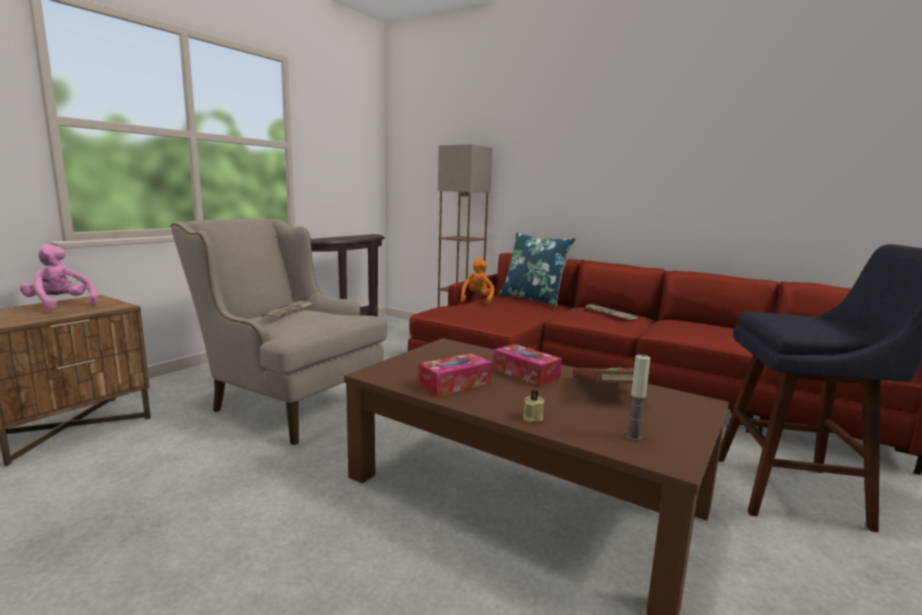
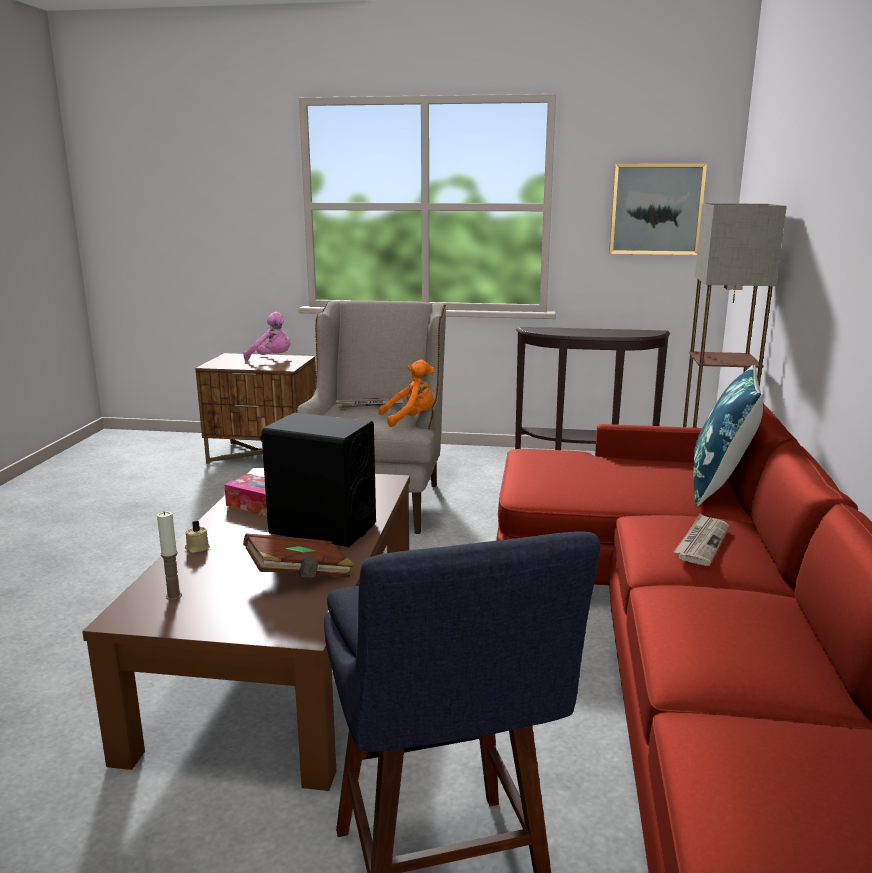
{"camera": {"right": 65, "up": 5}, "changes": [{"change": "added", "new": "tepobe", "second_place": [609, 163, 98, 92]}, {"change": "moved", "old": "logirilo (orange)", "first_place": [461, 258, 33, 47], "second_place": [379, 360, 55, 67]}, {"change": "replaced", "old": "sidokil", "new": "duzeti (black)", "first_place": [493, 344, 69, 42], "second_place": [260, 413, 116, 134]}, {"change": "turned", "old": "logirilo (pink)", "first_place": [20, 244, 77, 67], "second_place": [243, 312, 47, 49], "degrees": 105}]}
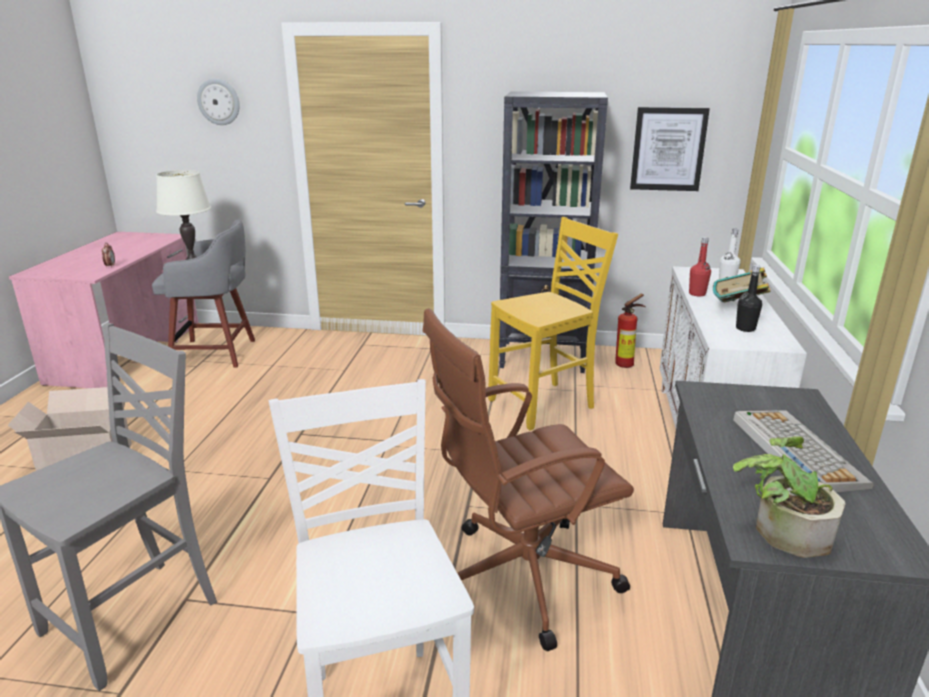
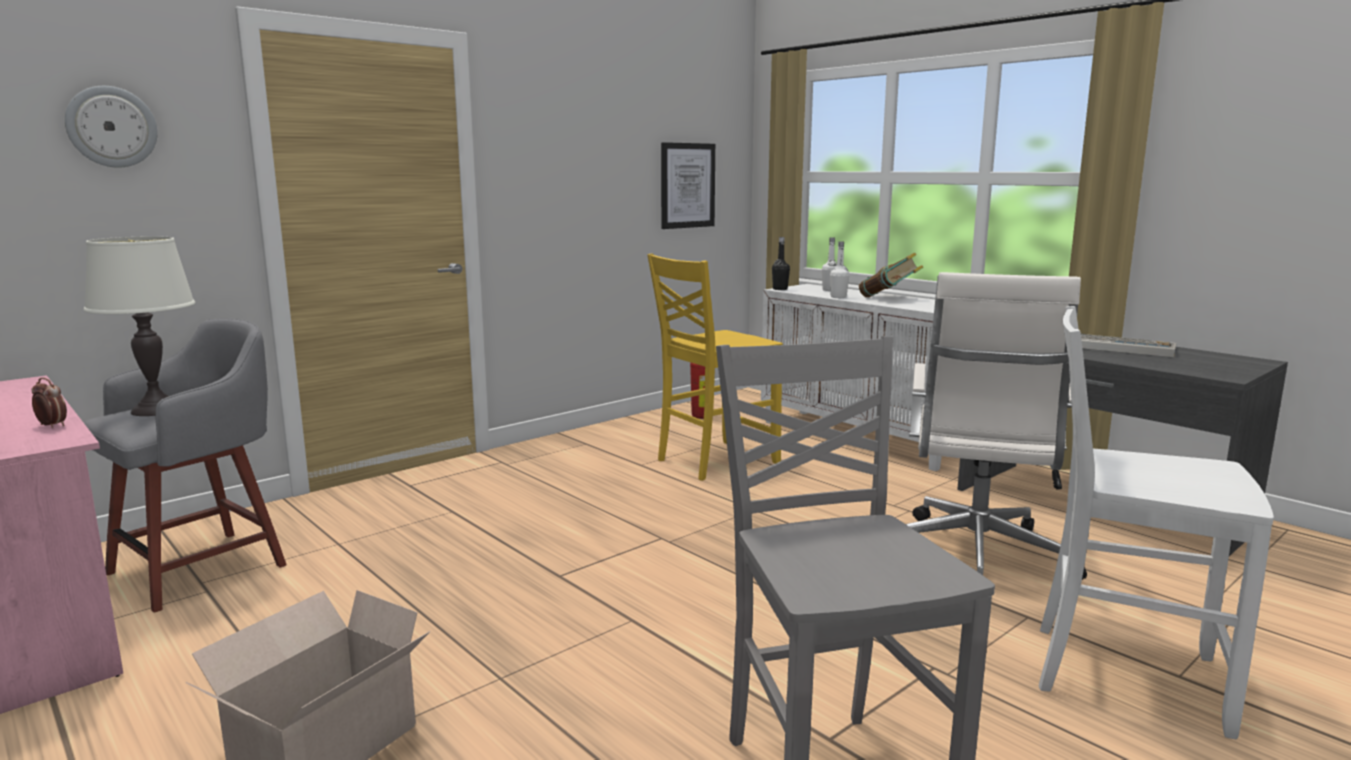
{"camera": {"right": -50, "up": -10}, "changes": [{"change": "removed", "old": "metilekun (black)", "first_place": [499, 91, 109, 282]}, {"change": "removed", "old": "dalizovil", "first_place": [733, 436, 113, 122]}, {"change": "moved", "old": "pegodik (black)", "first_place": [736, 265, 26, 67], "second_place": [772, 237, 18, 53]}, {"change": "recoloured", "old": "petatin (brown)", "new": "petatin (white)", "first_place": [423, 308, 211, 343], "second_place": [906, 272, 181, 308]}, {"change": "recoloured", "old": "pegodik (red)", "new": "pegodik (white)", "first_place": [689, 237, 22, 59], "second_place": [830, 242, 19, 56]}, {"change": "turned", "old": "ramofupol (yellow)", "first_place": [488, 217, 130, 213], "second_place": [647, 253, 136, 228], "degrees": -135}]}
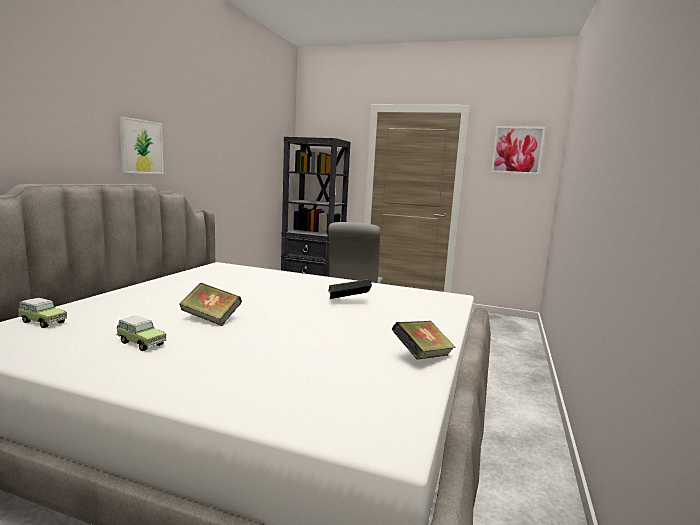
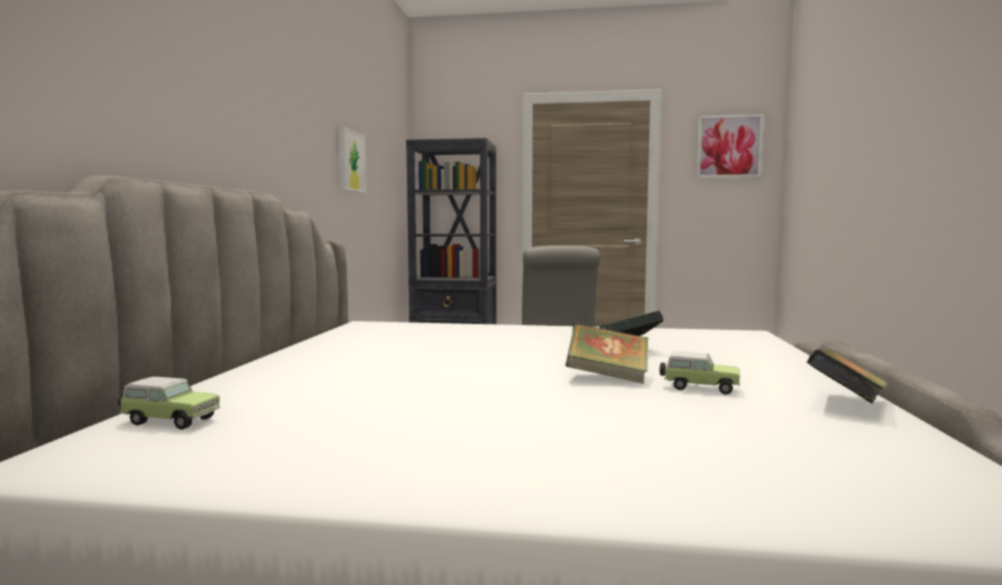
{"camera": {"right": -10, "up": -5}, "changes": [{"change": "moved", "old": "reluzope", "first_place": [116, 316, 50, 35], "second_place": [660, 351, 80, 44]}, {"change": "moved", "old": "tepobe", "first_place": [119, 116, 44, 58], "second_place": [338, 126, 28, 67]}, {"change": "moved", "old": "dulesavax", "first_place": [179, 283, 63, 43], "second_place": [565, 323, 83, 61]}]}
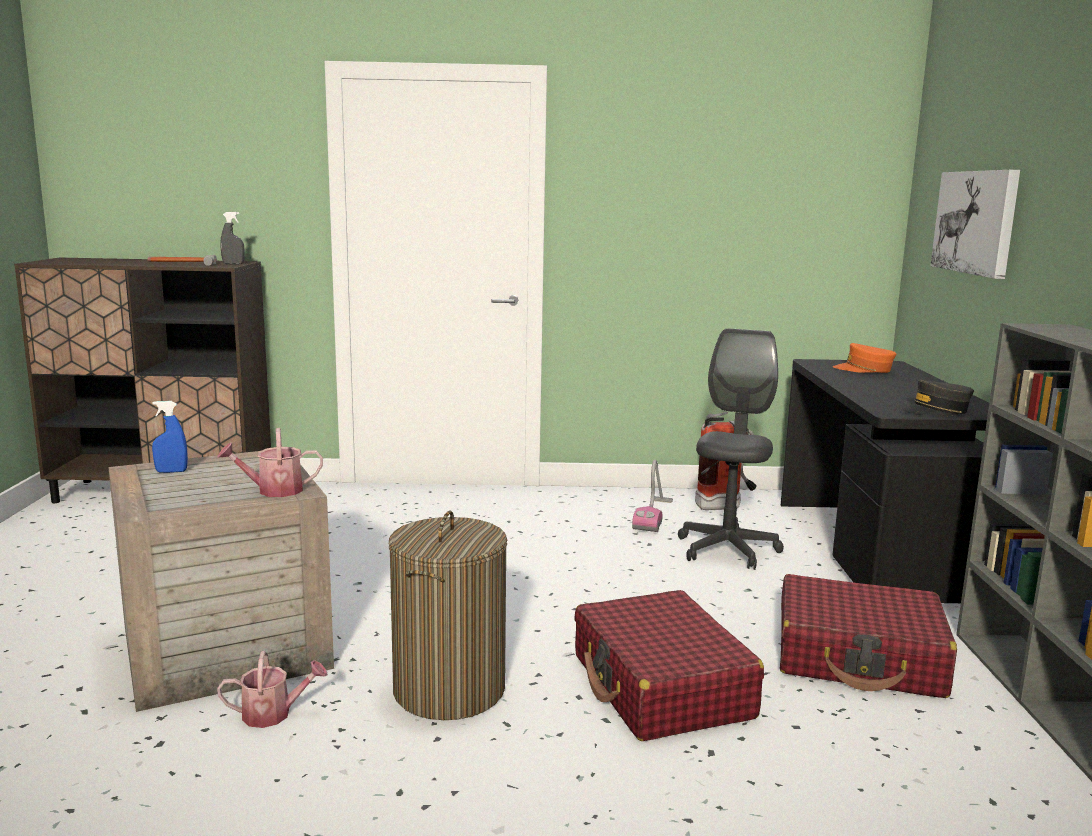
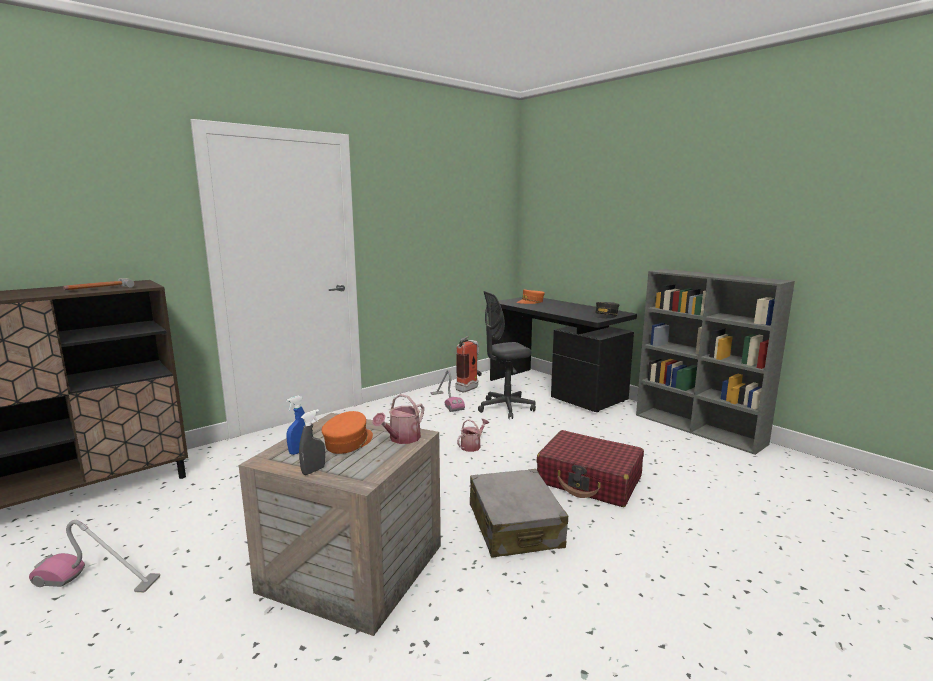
{"camera": {"right": -40, "up": 0}, "changes": [{"change": "removed", "old": "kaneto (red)", "first_place": [780, 574, 177, 124]}, {"change": "removed", "old": "tepobe", "first_place": [931, 170, 89, 109]}, {"change": "added", "new": "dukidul", "second_place": [29, 520, 131, 73]}, {"change": "added", "new": "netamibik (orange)", "second_place": [322, 411, 51, 43]}, {"change": "moved", "old": "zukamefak", "first_place": [217, 651, 111, 77], "second_place": [457, 419, 32, 33]}, {"change": "moved", "old": "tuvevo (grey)", "first_place": [220, 212, 25, 52], "second_place": [299, 409, 26, 66]}, {"change": "replaced", "old": "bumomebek", "new": "kaneto (grey)", "first_place": [389, 511, 118, 209], "second_place": [470, 469, 98, 89]}, {"change": "turned", "old": "petatin (grey)", "first_place": [678, 328, 106, 242], "second_place": [478, 291, 58, 128], "degrees": -90}]}
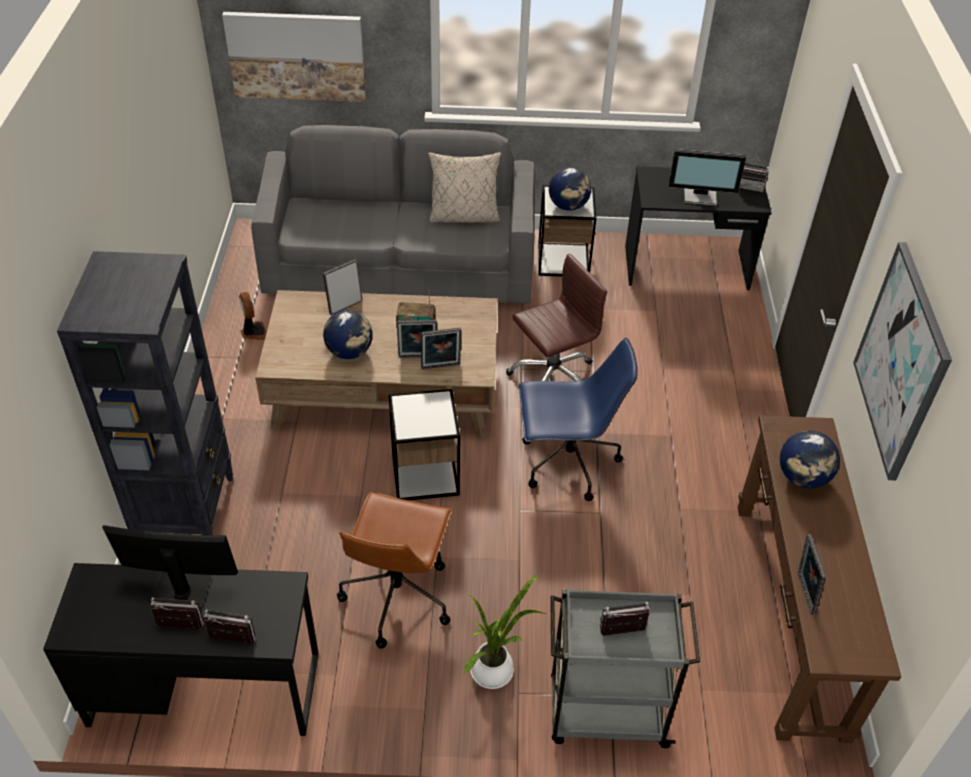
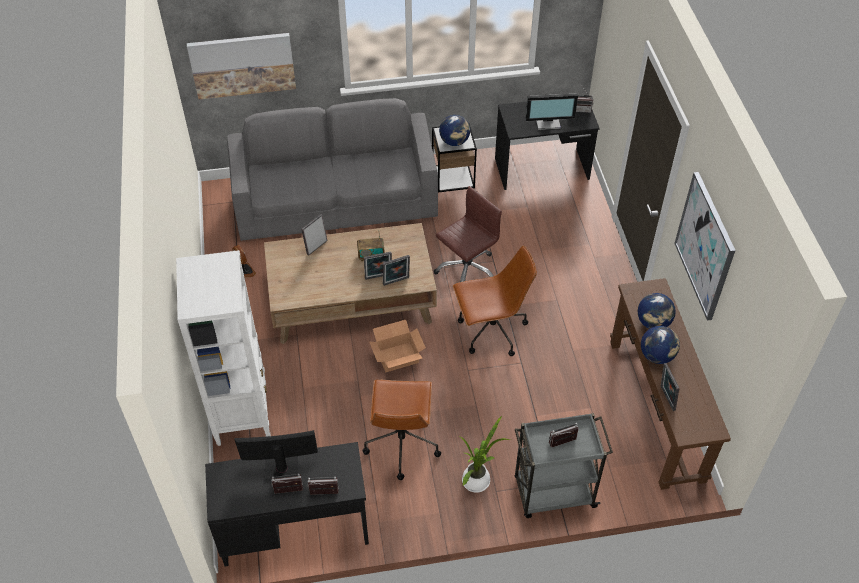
{"camera": {"right": -10, "up": 5}, "changes": [{"change": "removed", "old": "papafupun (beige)", "first_place": [428, 152, 73, 71]}, {"change": "moved", "old": "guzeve", "first_place": [323, 310, 50, 49], "second_place": [641, 326, 39, 38]}, {"change": "replaced", "old": "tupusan", "new": "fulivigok", "first_place": [389, 389, 71, 111], "second_place": [369, 320, 57, 52]}, {"change": "recoloured", "old": "metilekun (black)", "new": "metilekun (white)", "first_place": [57, 251, 176, 284], "second_place": [176, 250, 94, 196]}, {"change": "recoloured", "old": "petatin (blue)", "new": "petatin (brown)", "first_place": [519, 338, 119, 163], "second_place": [453, 246, 84, 110]}]}
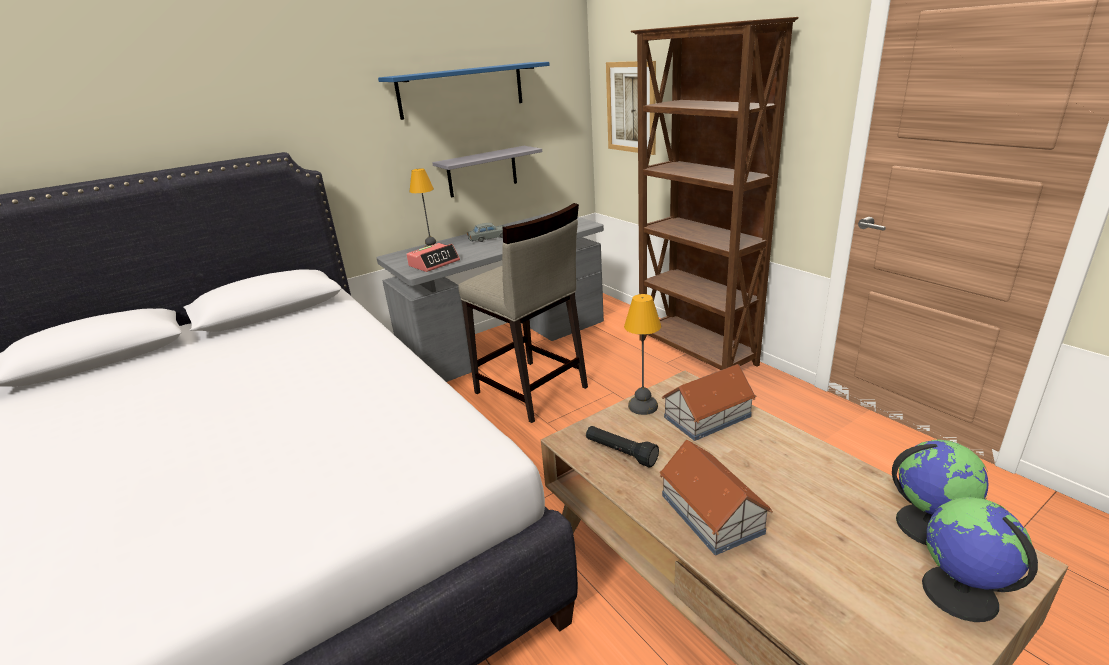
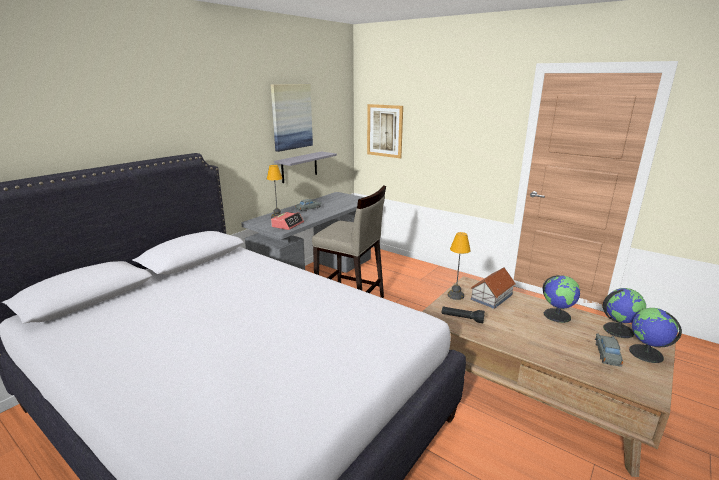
{"camera": {"right": -20, "up": -5}, "changes": [{"change": "removed", "old": "metilekun (brown)", "first_place": [631, 17, 168, 353]}, {"change": "removed", "old": "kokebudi", "first_place": [659, 440, 114, 115]}, {"change": "added", "new": "guzeve", "second_place": [543, 275, 37, 48]}, {"change": "added", "new": "reluzope (grey)", "second_place": [595, 333, 28, 33]}, {"change": "replaced", "old": "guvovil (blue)", "new": "tepobe", "first_place": [378, 62, 172, 58], "second_place": [271, 84, 42, 68]}]}
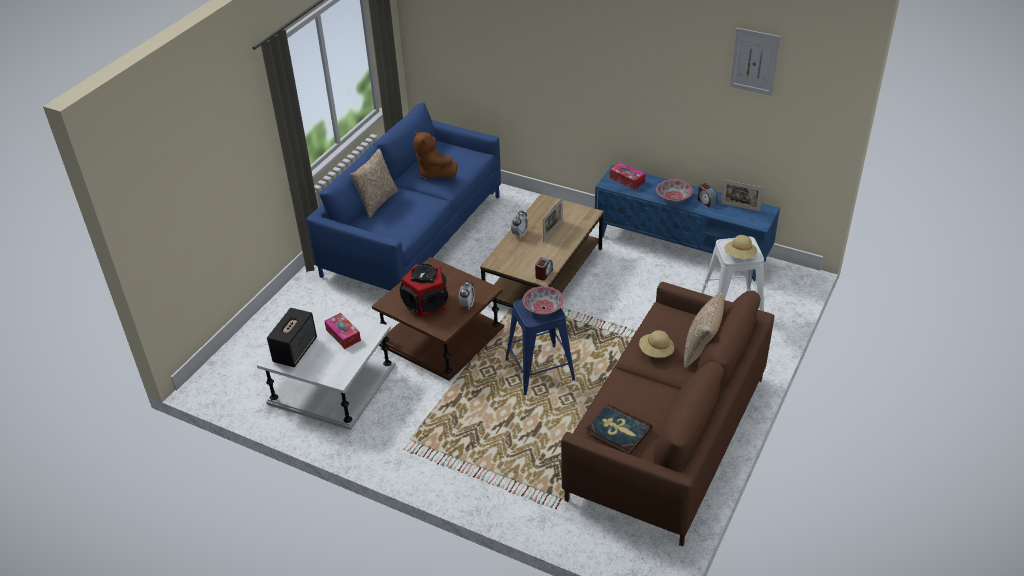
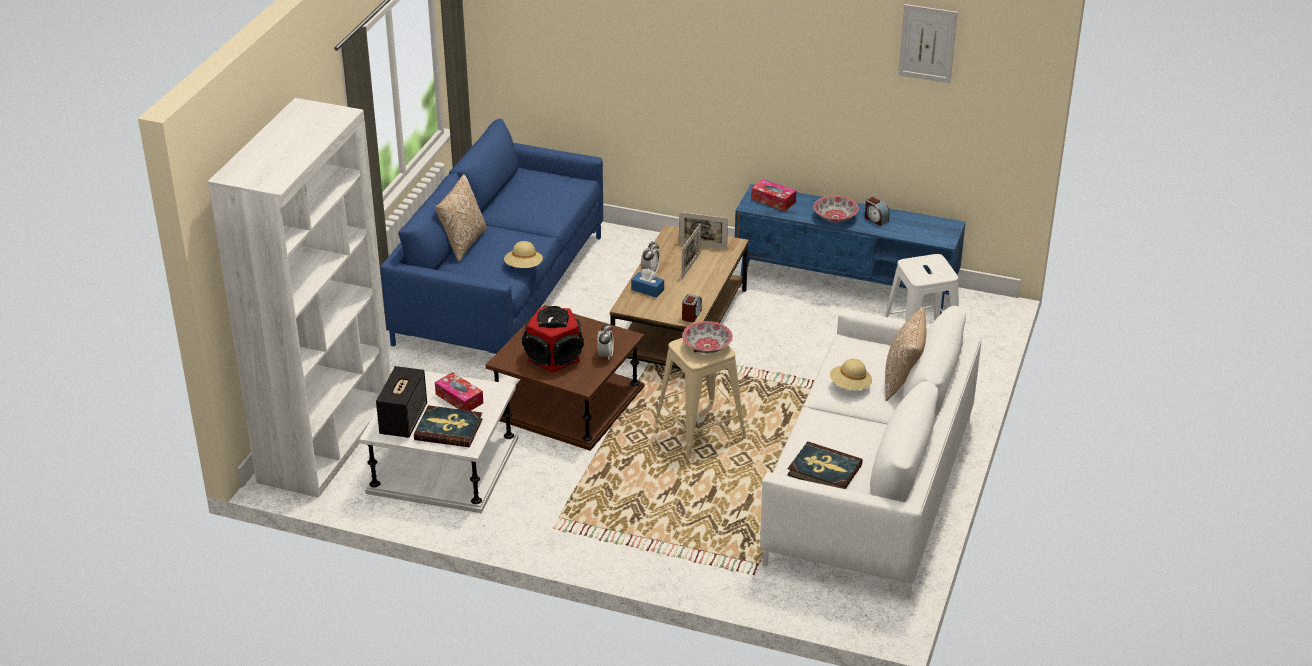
{"camera": {"right": -10, "up": -5}, "changes": [{"change": "removed", "old": "logirilo (brown)", "first_place": [413, 130, 45, 50]}, {"change": "added", "new": "metilekun (white)", "second_place": [208, 98, 183, 400]}, {"change": "added", "new": "dulesavax", "second_place": [414, 405, 69, 42]}, {"change": "added", "new": "sidokil (blue)", "second_place": [631, 268, 33, 30]}, {"change": "moved", "old": "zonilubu", "first_place": [721, 180, 43, 32], "second_place": [679, 212, 49, 37]}, {"change": "moved", "old": "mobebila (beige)", "first_place": [724, 235, 33, 24], "second_place": [504, 241, 39, 27]}, {"change": "recoloured", "old": "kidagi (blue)", "new": "kidagi (beige)", "first_place": [506, 299, 69, 96], "second_place": [655, 338, 91, 121]}, {"change": "recoloured", "old": "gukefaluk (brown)", "new": "gukefaluk (white)", "first_place": [561, 282, 213, 265], "second_place": [760, 306, 222, 294]}]}
